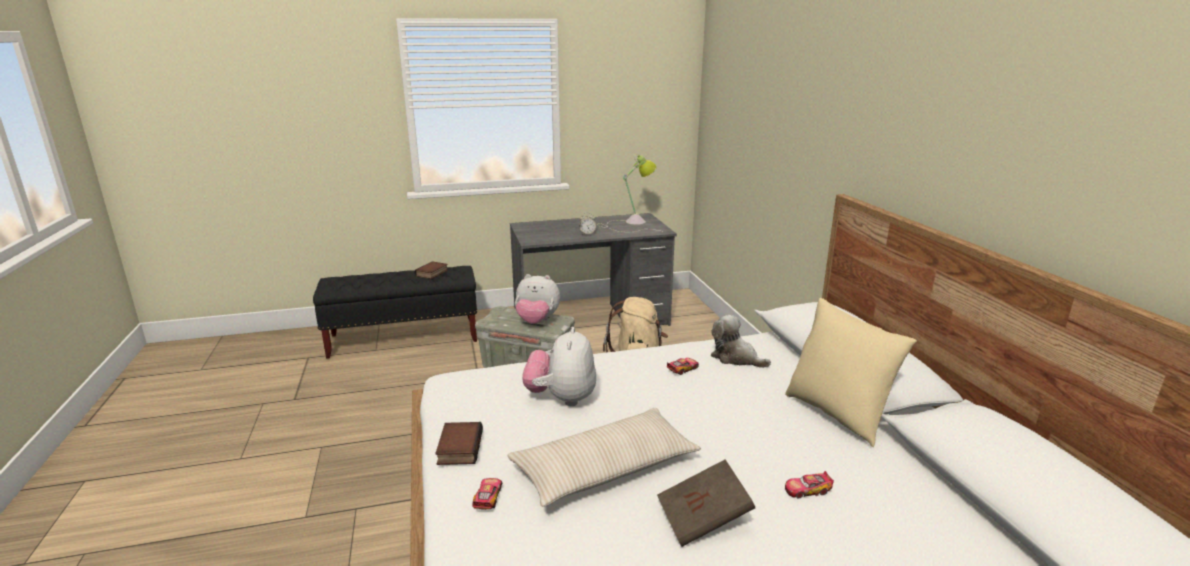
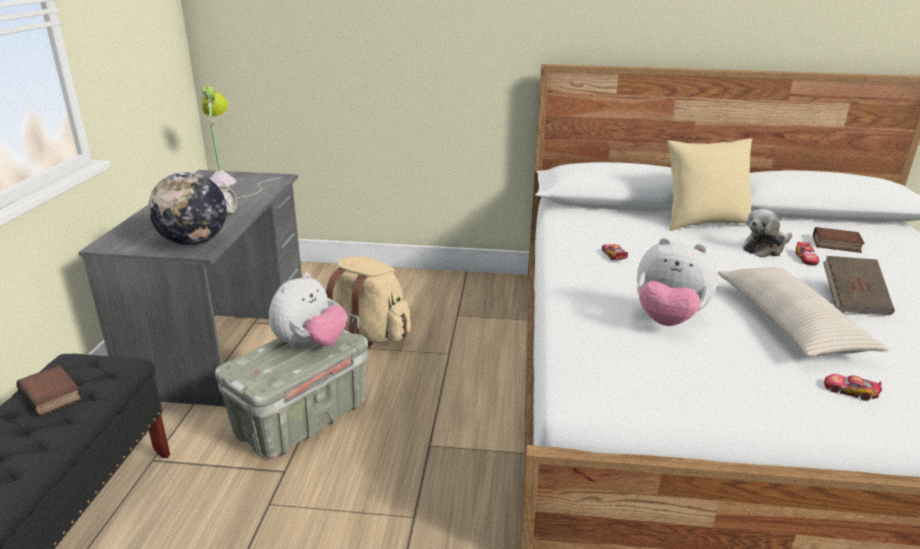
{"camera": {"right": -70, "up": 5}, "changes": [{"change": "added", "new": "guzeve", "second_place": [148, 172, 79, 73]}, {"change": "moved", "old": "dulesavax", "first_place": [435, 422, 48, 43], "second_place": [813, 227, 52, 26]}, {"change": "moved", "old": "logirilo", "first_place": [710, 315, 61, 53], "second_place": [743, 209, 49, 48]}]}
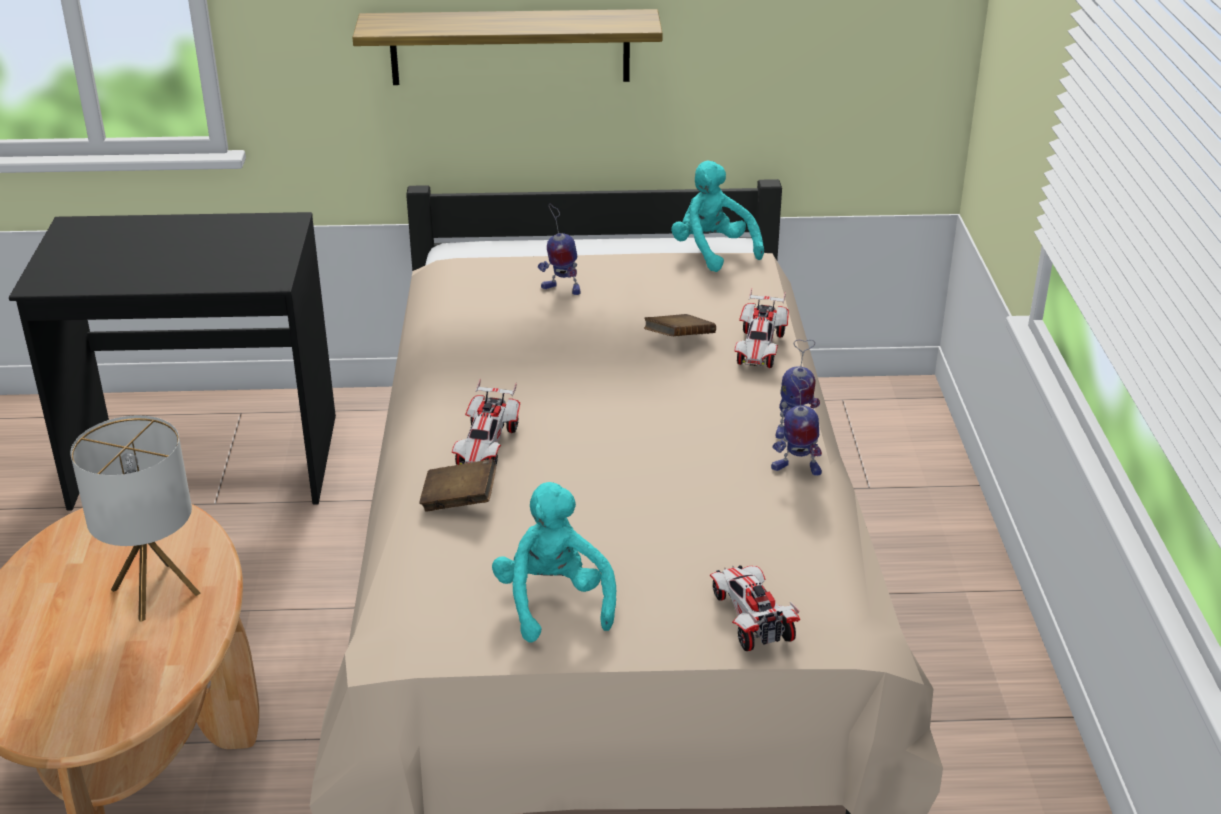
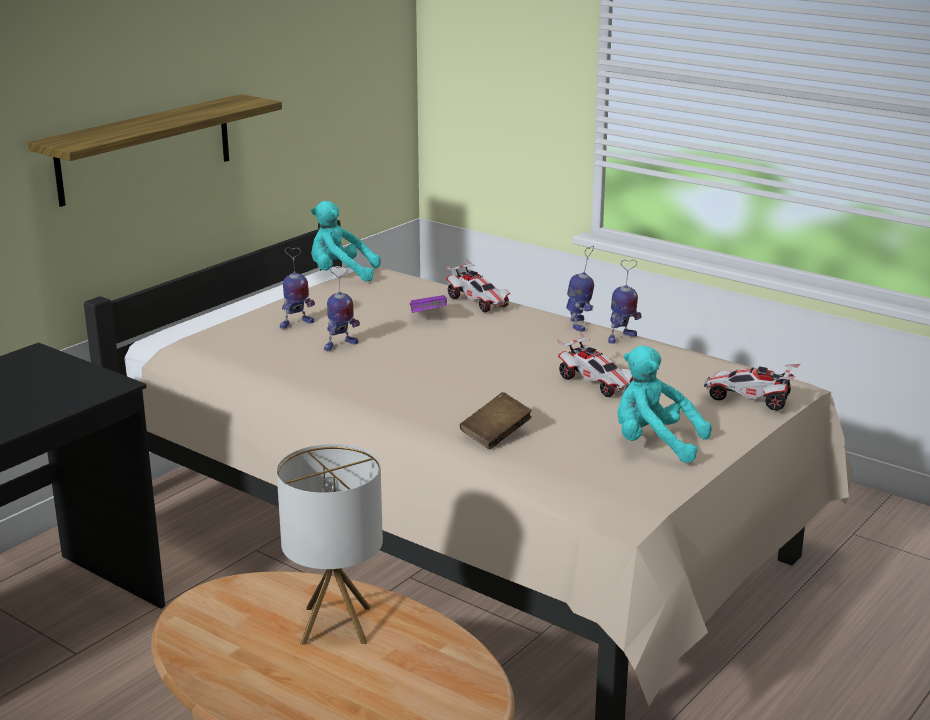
{"camera": {"right": -50, "up": -10}, "changes": [{"change": "added", "new": "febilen", "second_place": [324, 266, 36, 85]}, {"change": "moved", "old": "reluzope", "first_place": [452, 379, 68, 86], "second_place": [557, 332, 76, 65]}, {"change": "recoloured", "old": "dulesavax (brown)", "new": "dulesavax (purple)", "first_place": [644, 314, 72, 22], "second_place": [410, 295, 37, 18]}]}
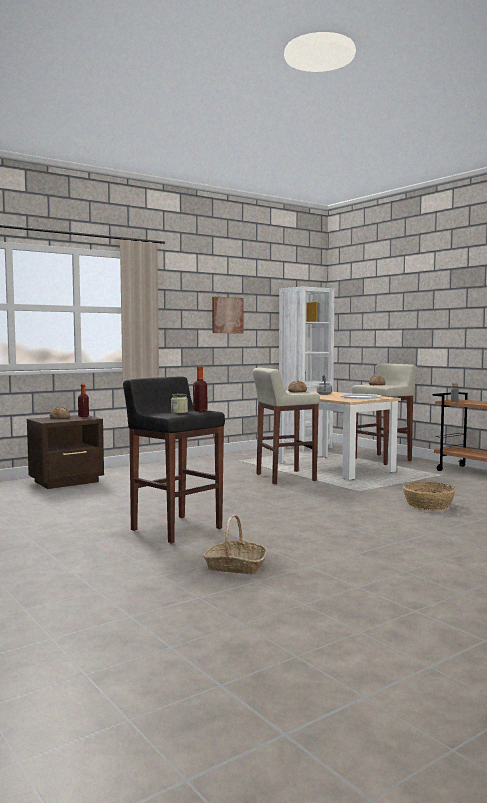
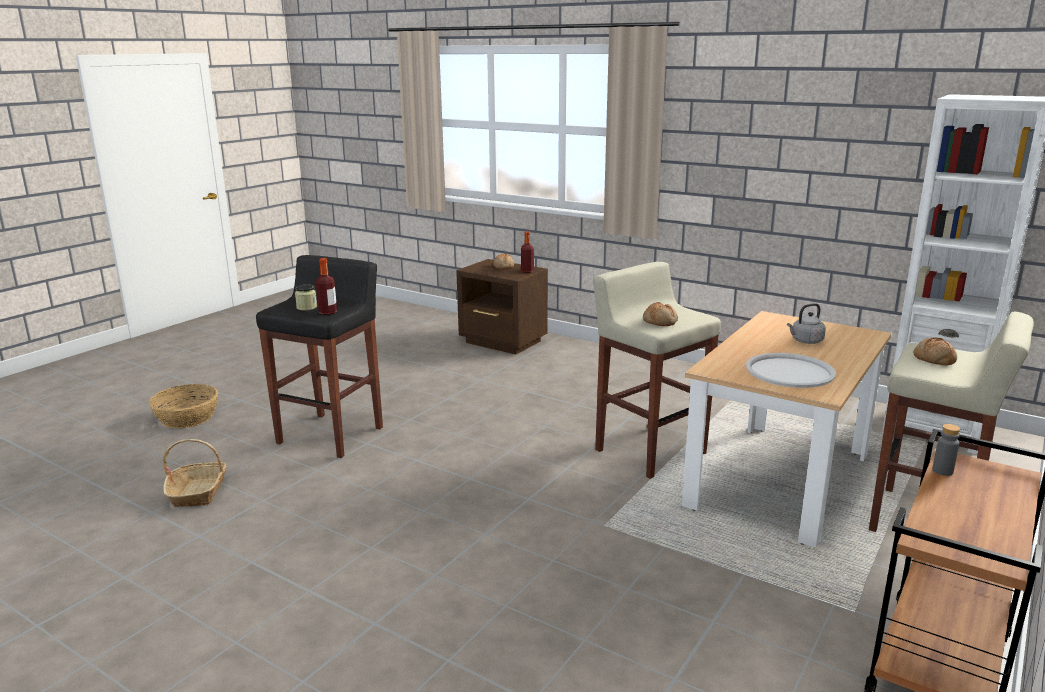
{"camera": {"right": 70, "up": 15}, "changes": [{"change": "removed", "old": "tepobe", "first_place": [212, 297, 32, 36]}, {"change": "moved", "old": "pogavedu", "first_place": [403, 482, 53, 28], "second_place": [149, 384, 70, 44]}]}
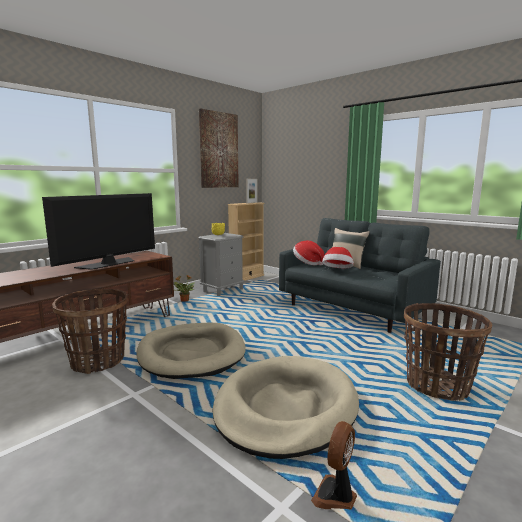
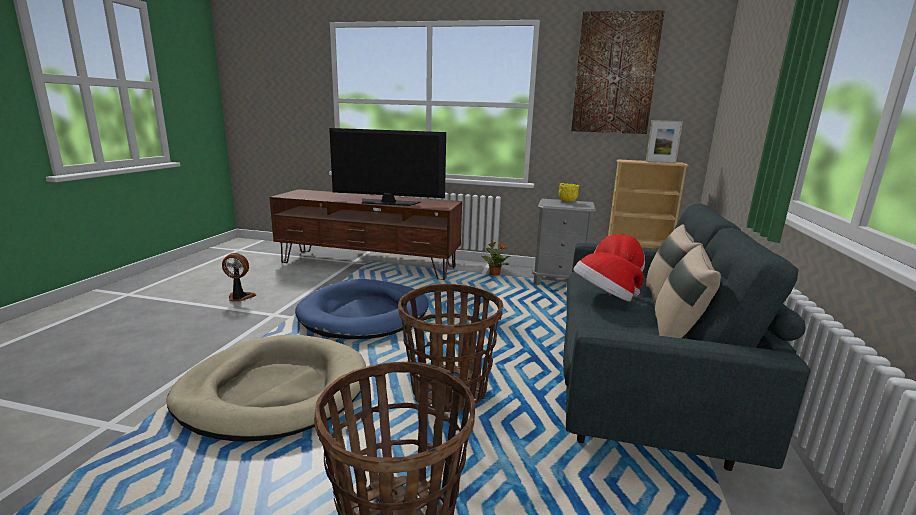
{"camera": {"right": 60, "up": 5}, "changes": [{"change": "added", "new": "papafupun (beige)", "second_place": [655, 245, 66, 93]}, {"change": "moved", "old": "pogavedu", "first_place": [52, 289, 76, 85], "second_place": [398, 284, 105, 128]}, {"change": "moved", "old": "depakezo", "first_place": [311, 421, 46, 89], "second_place": [222, 253, 34, 49]}, {"change": "recoloured", "old": "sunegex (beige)", "new": "sunegex (blue)", "first_place": [137, 323, 109, 56], "second_place": [295, 279, 133, 60]}]}
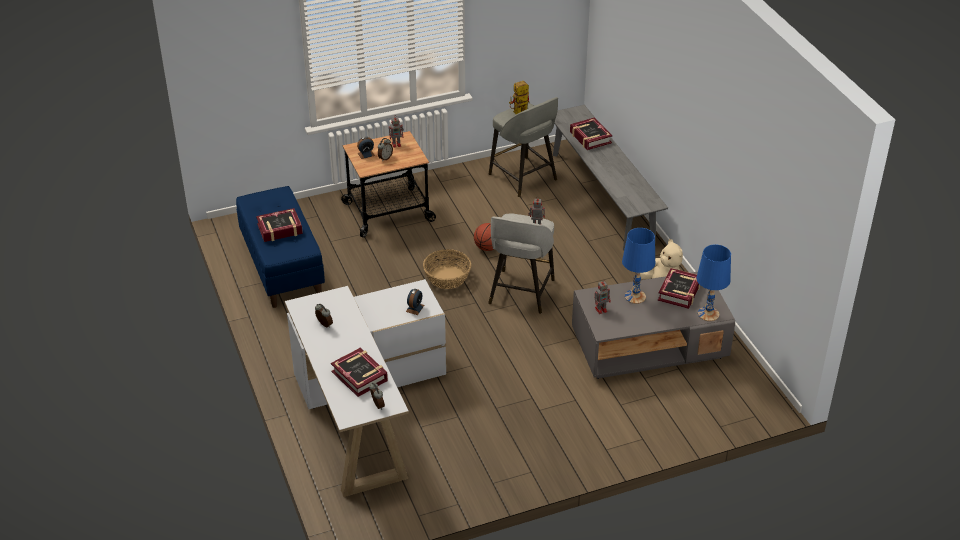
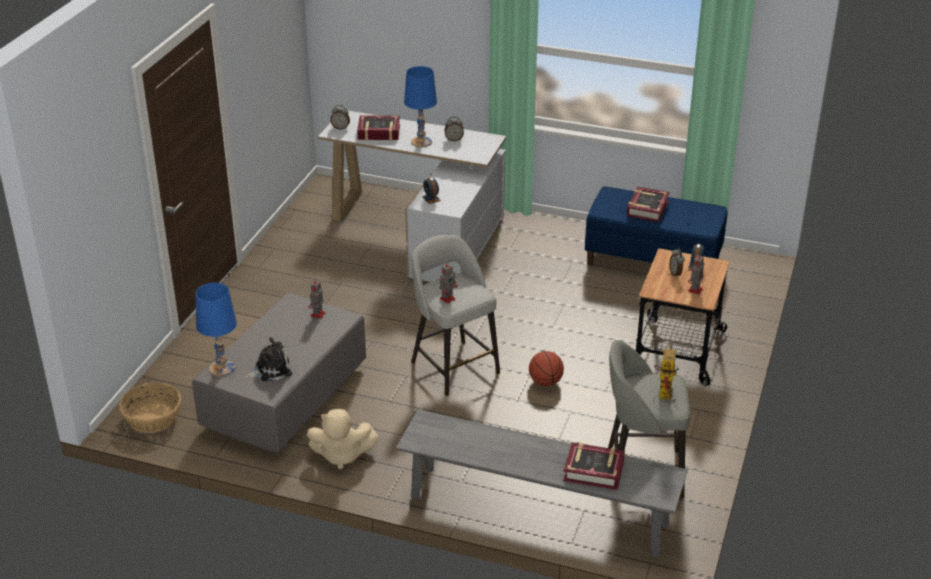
{"camera": {"right": 130, "up": -5}, "changes": [{"change": "moved", "old": "pogavedu", "first_place": [423, 249, 48, 40], "second_place": [119, 383, 62, 50]}, {"change": "moved", "old": "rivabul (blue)", "first_place": [622, 228, 33, 76], "second_place": [404, 66, 33, 81]}, {"change": "replaced", "old": "dulesavax", "new": "logirilo", "first_place": [658, 268, 42, 41], "second_place": [244, 337, 48, 44]}]}
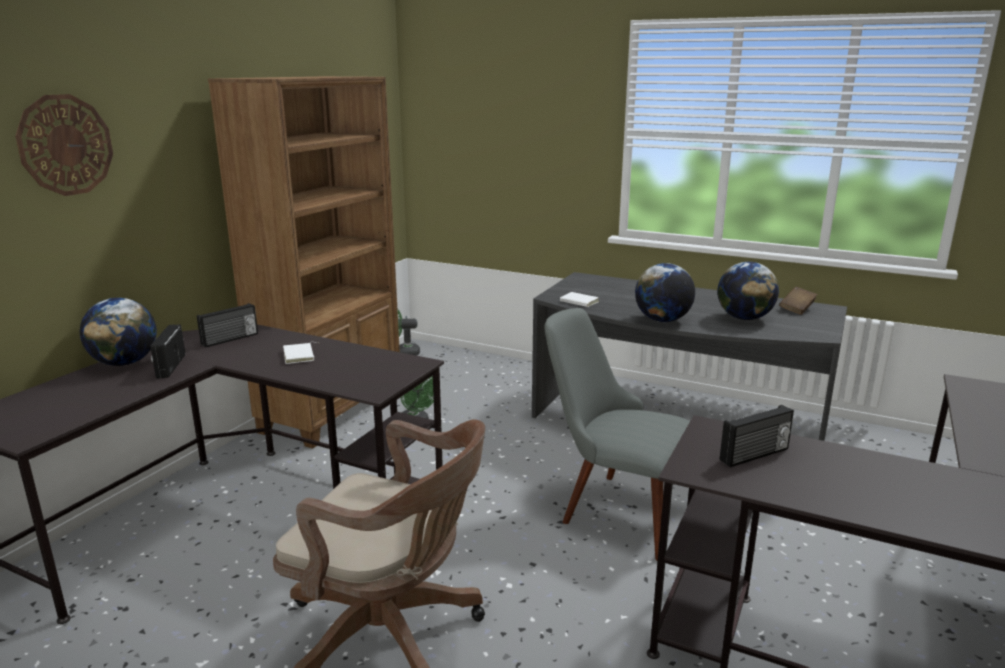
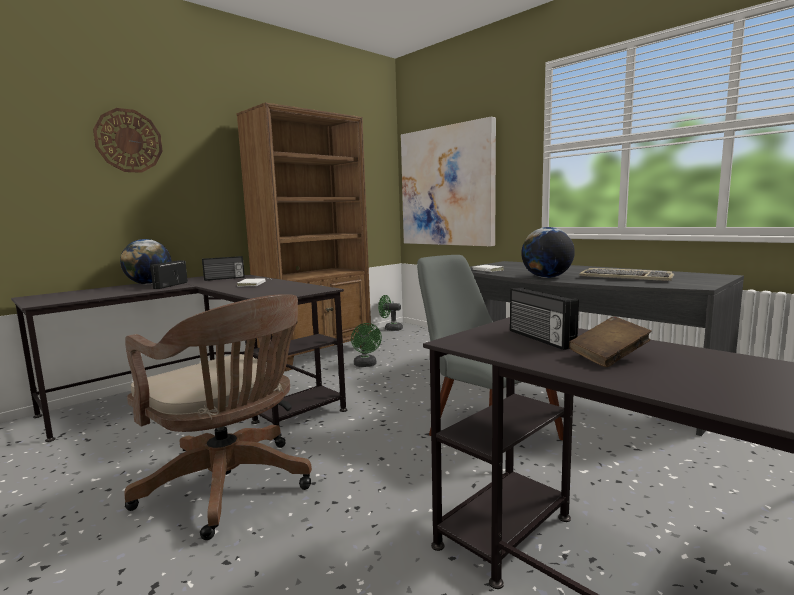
{"camera": {"right": 20, "up": -10}, "changes": [{"change": "added", "new": "tepobe", "second_place": [401, 117, 95, 129]}, {"change": "moved", "old": "dulesavax (brown)", "first_place": [779, 287, 39, 28], "second_place": [569, 316, 83, 51]}, {"change": "replaced", "old": "guzeve", "new": "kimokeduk", "first_place": [717, 262, 62, 58], "second_place": [579, 268, 95, 13]}, {"change": "turned", "old": "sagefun", "first_place": [720, 405, 74, 62], "second_place": [510, 288, 69, 62], "degrees": 75}]}
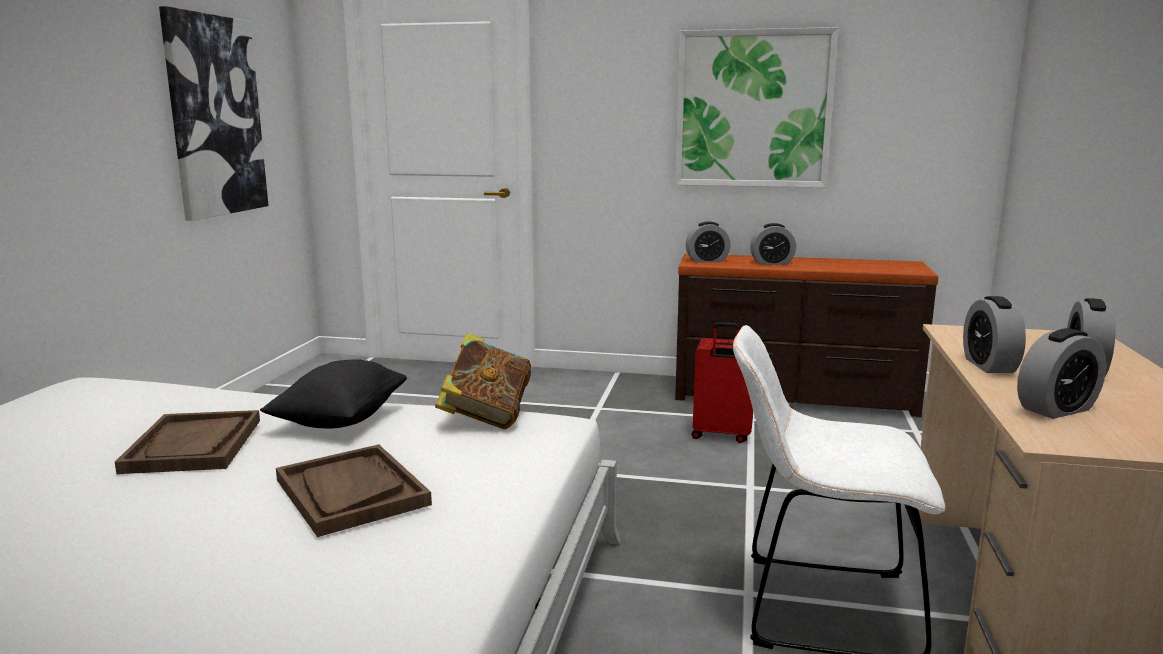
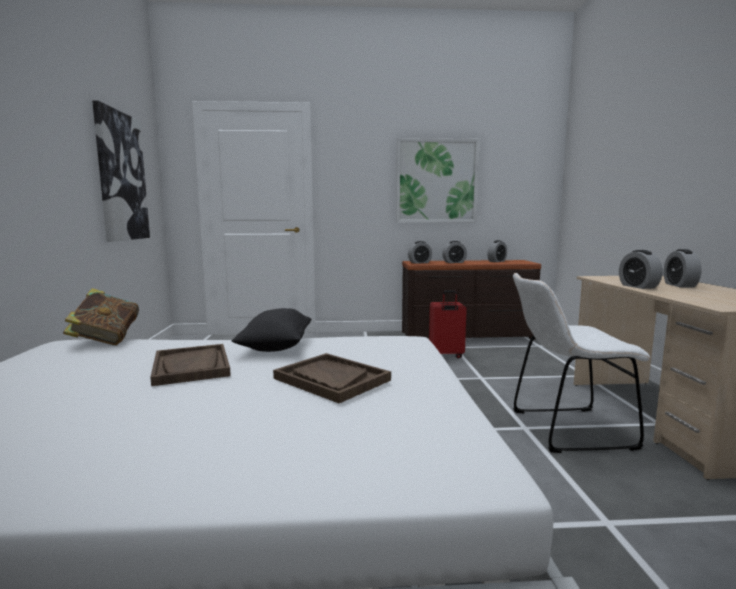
{"camera": {"right": -15, "up": -5}, "changes": [{"change": "moved", "old": "dulesavax", "first_place": [435, 333, 96, 96], "second_place": [63, 288, 76, 57]}, {"change": "moved", "old": "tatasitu", "first_place": [1017, 328, 89, 91], "second_place": [487, 240, 20, 22]}]}
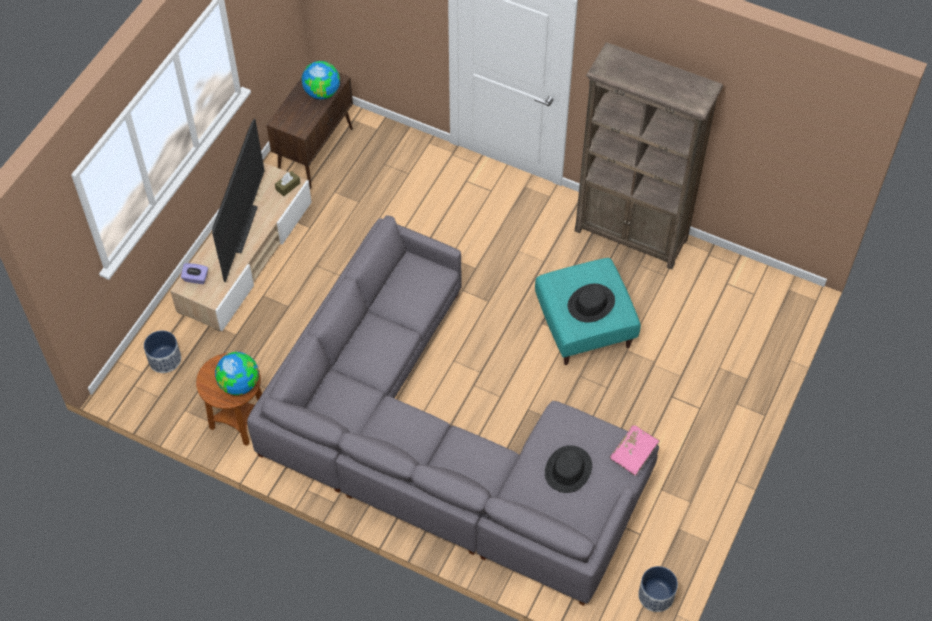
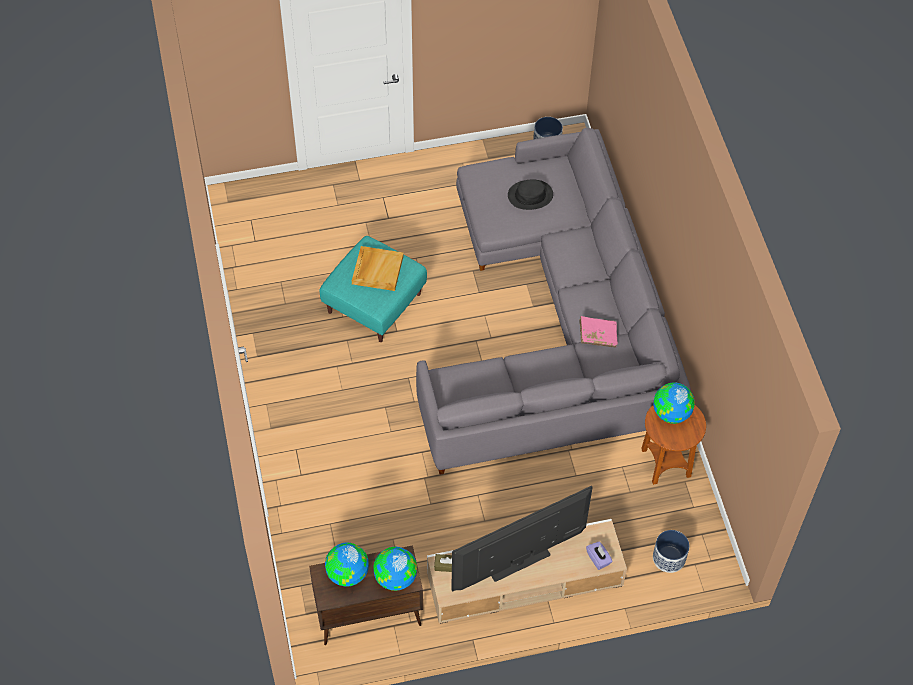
{"camera": {"right": -130, "up": 0}, "changes": [{"change": "removed", "old": "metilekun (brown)", "first_place": [575, 42, 148, 228]}, {"change": "added", "new": "guzeve", "second_place": [374, 547, 43, 44]}, {"change": "moved", "old": "dulesavax (pink)", "first_place": [610, 425, 49, 51], "second_place": [579, 316, 39, 32]}, {"change": "replaced", "old": "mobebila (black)", "new": "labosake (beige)", "first_place": [568, 283, 47, 40], "second_place": [352, 246, 52, 45]}]}
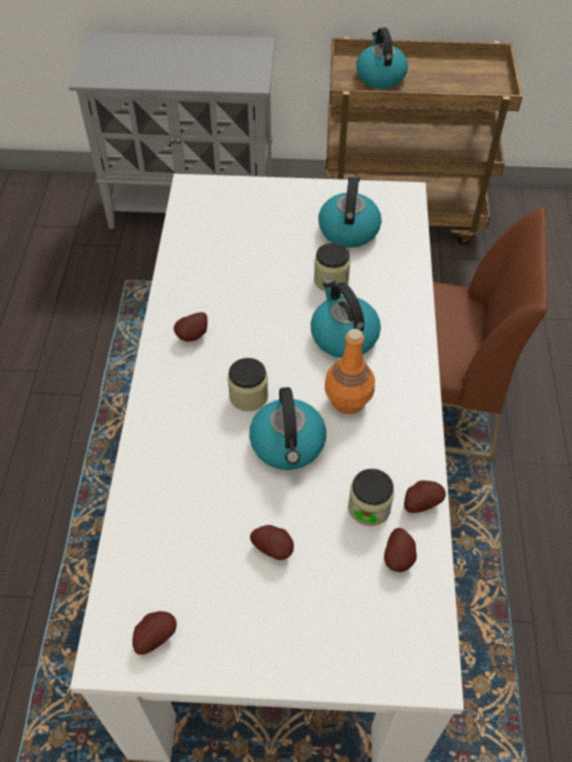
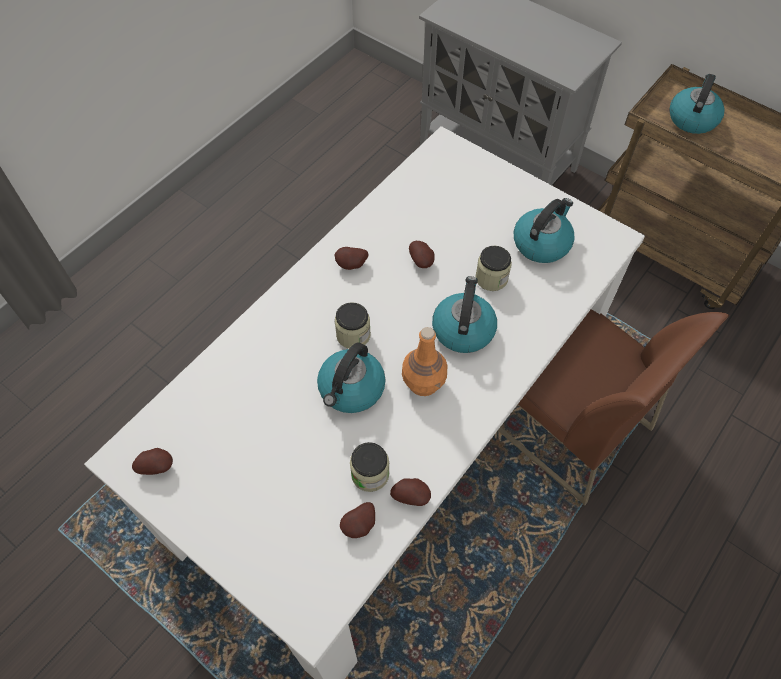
{"camera": {"right": 35, "up": 5}, "changes": [{"change": "moved", "old": "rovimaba", "first_place": [250, 525, 44, 35], "second_place": [409, 241, 26, 27]}]}
